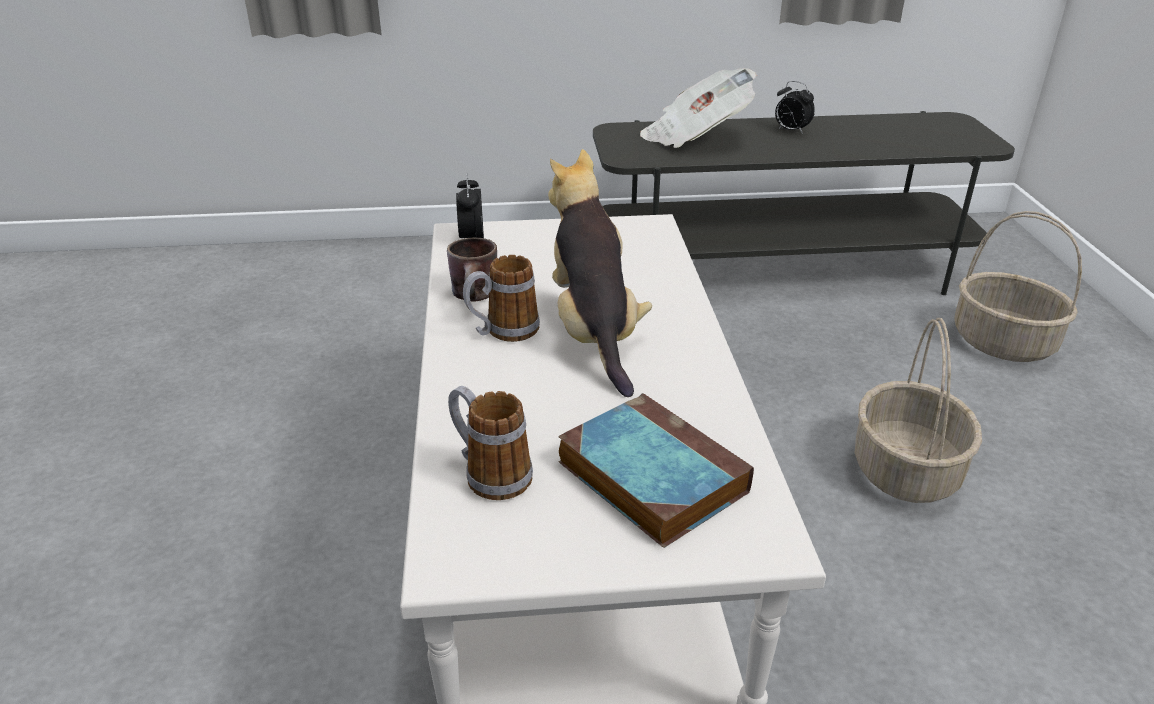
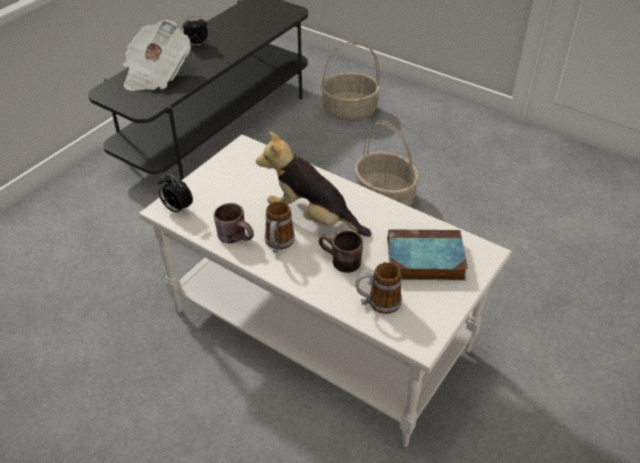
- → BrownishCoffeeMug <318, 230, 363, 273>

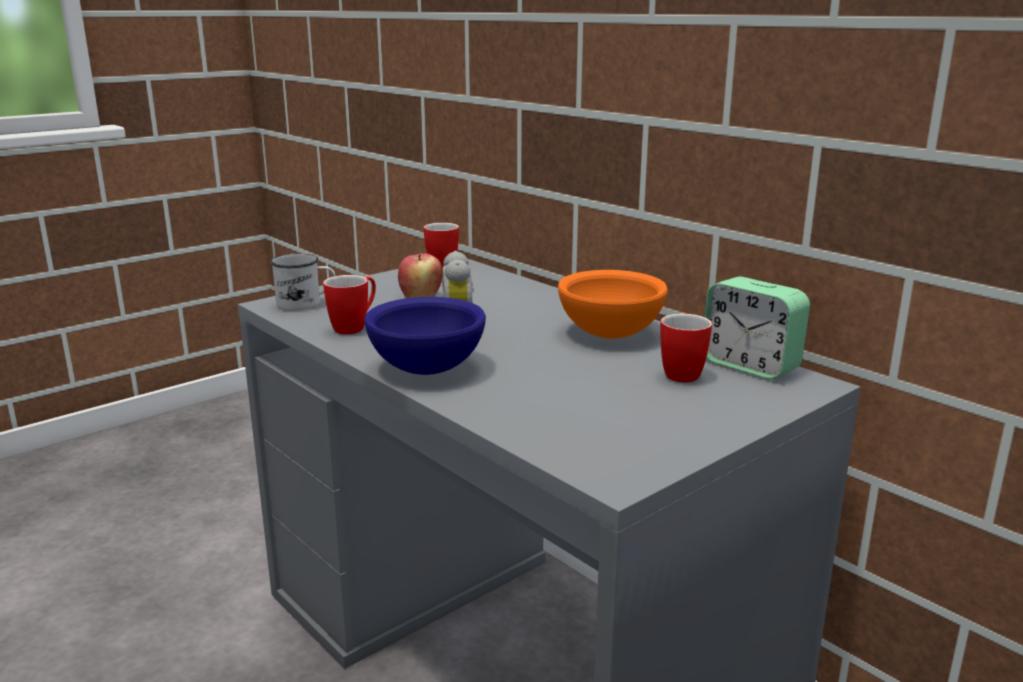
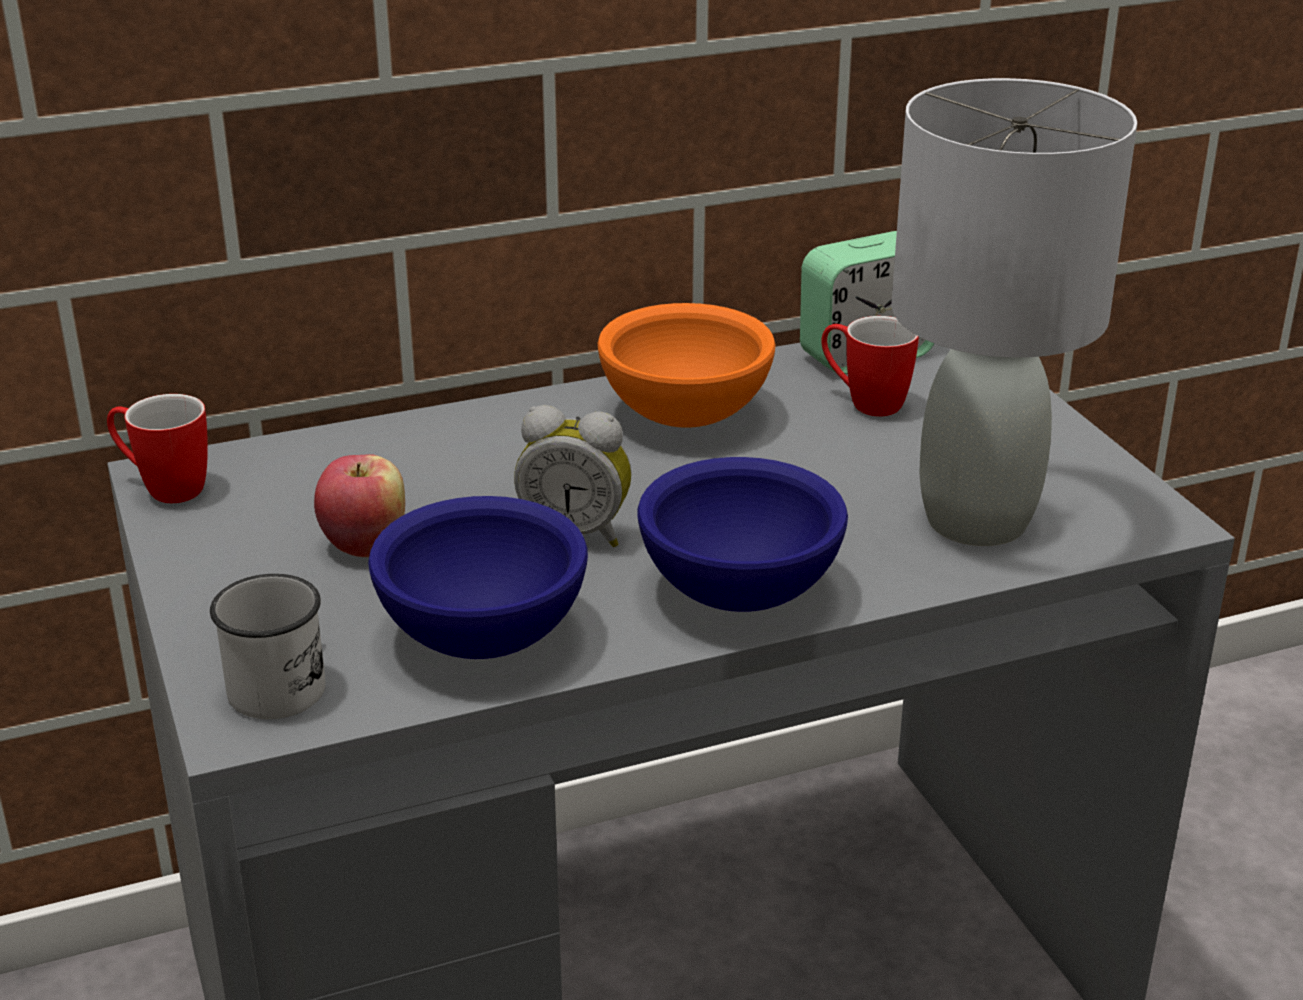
- → GreyLampForATable <891, 78, 1137, 546>
CoffeeMug <323, 275, 376, 334> → BlueDeepDish <368, 496, 588, 659>

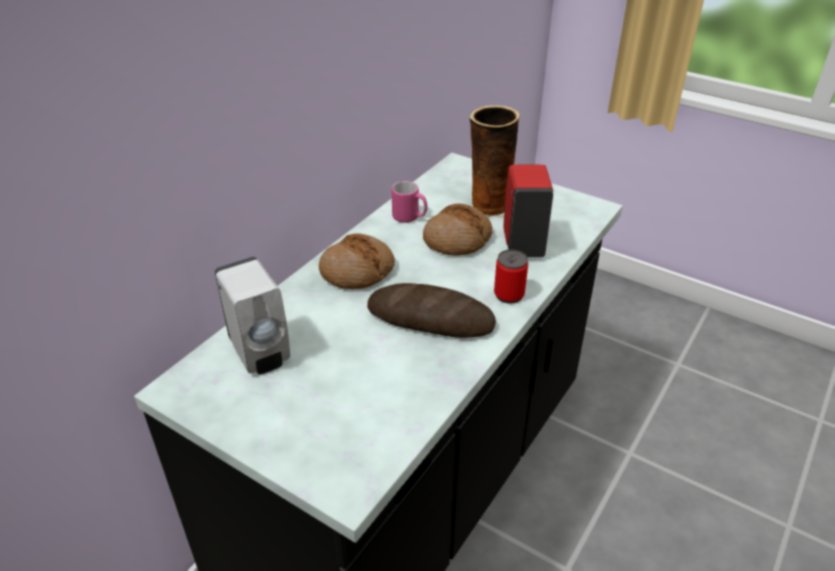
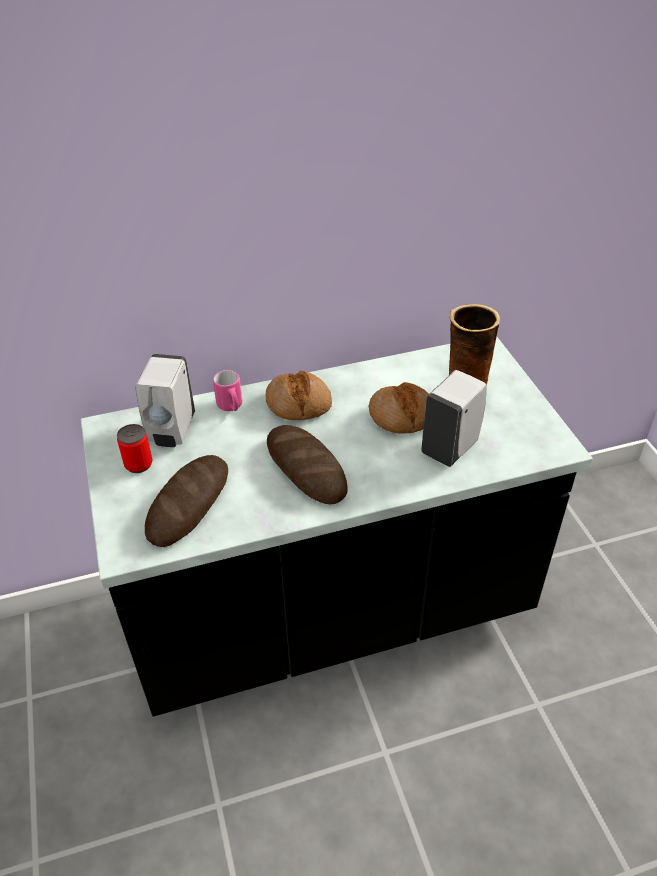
- → BakedBread <145, 455, 228, 547>
PinkColouredCoffeeMug <392, 181, 428, 223> → PinkColouredCoffeeMug <213, 370, 242, 411>, moved
MetalCan <494, 250, 528, 304> → MetalCan <117, 424, 153, 473>, moved
ReddishSoapDispenser <503, 164, 553, 257> → WhiteColouredSoapDispenser <421, 370, 487, 467>

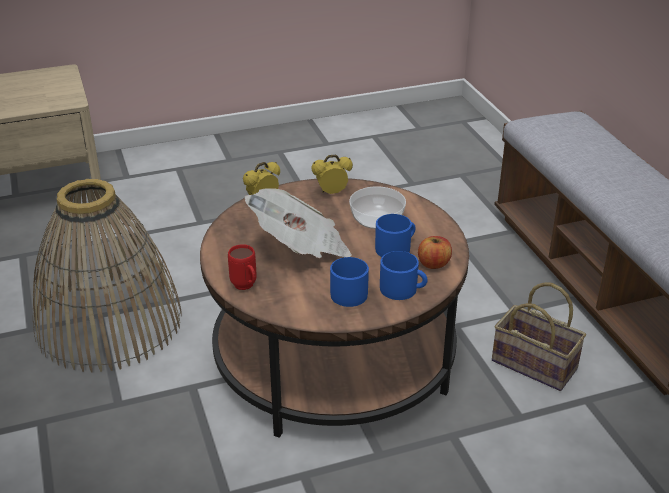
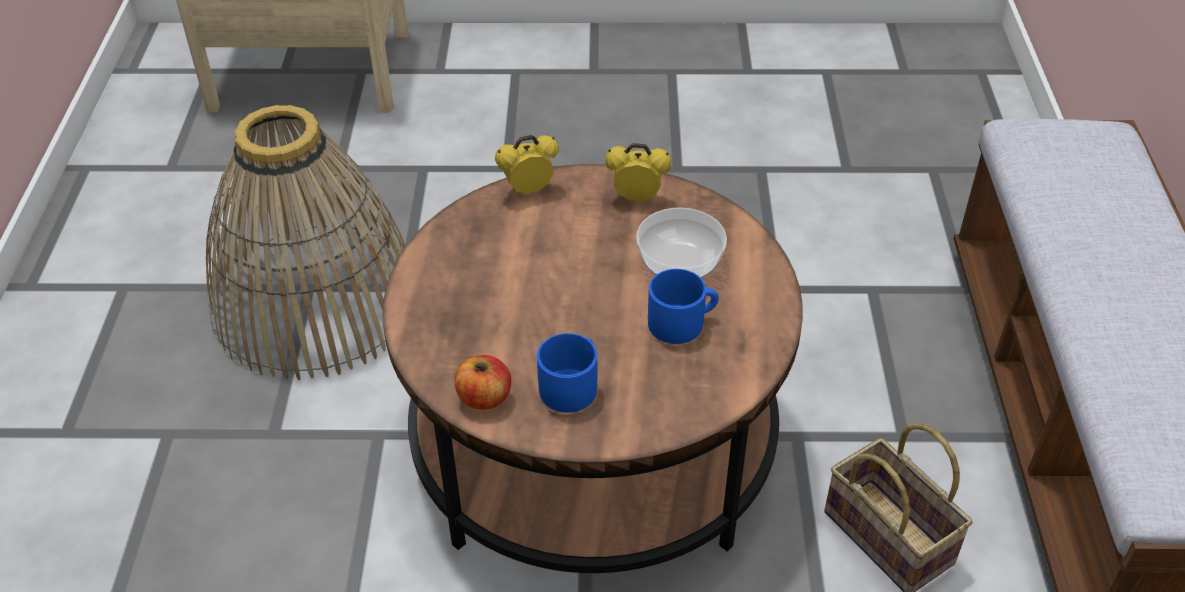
ReddishCoffeeMug <228, 244, 257, 290> → -
Newspaper <244, 188, 352, 258> → -
BlueCoffeeMug <380, 251, 428, 300> → -
AppleFruit <418, 236, 452, 269> → AppleFruit <455, 355, 511, 410>, moved

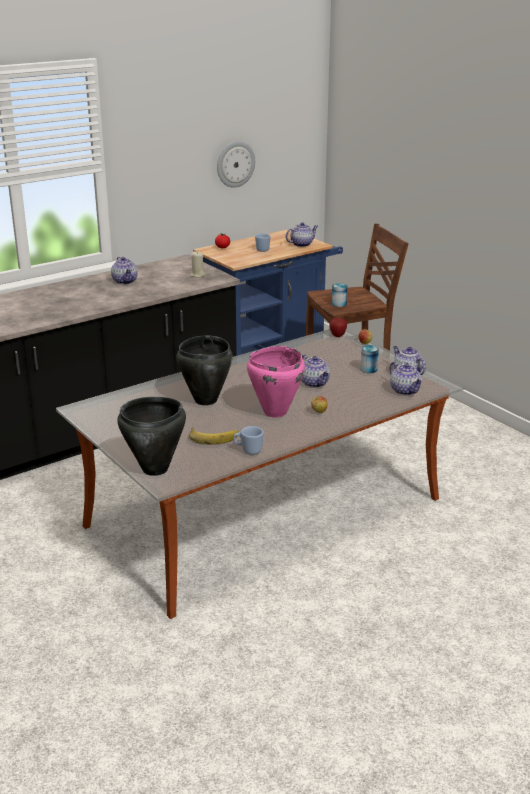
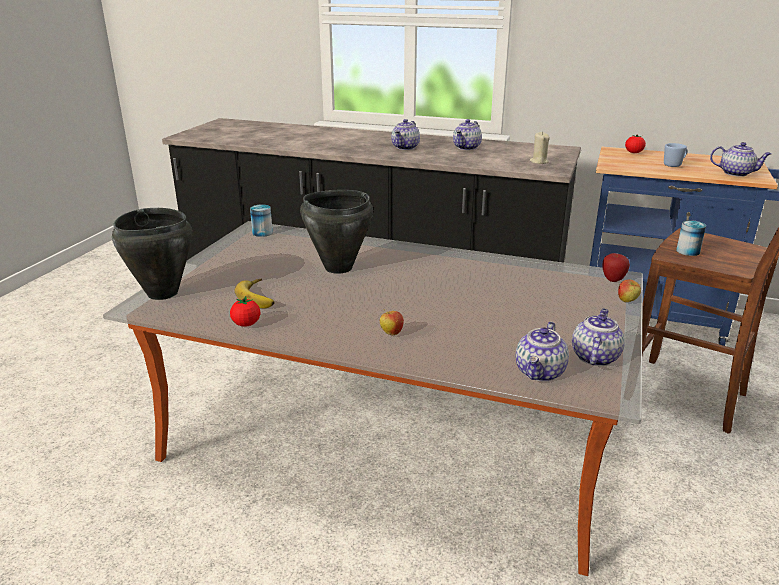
ClockOnTheWall <217, 141, 255, 188> → -
PinkColouredSaucepot <247, 346, 305, 417> → -
Teapot <301, 355, 330, 388> → Teapot <391, 119, 420, 150>, moved
MetalCan <360, 345, 379, 373> → MetalCan <250, 204, 273, 237>, moved
BlueCoffeeMug <233, 426, 264, 455> → FreshTomato <230, 296, 260, 327>

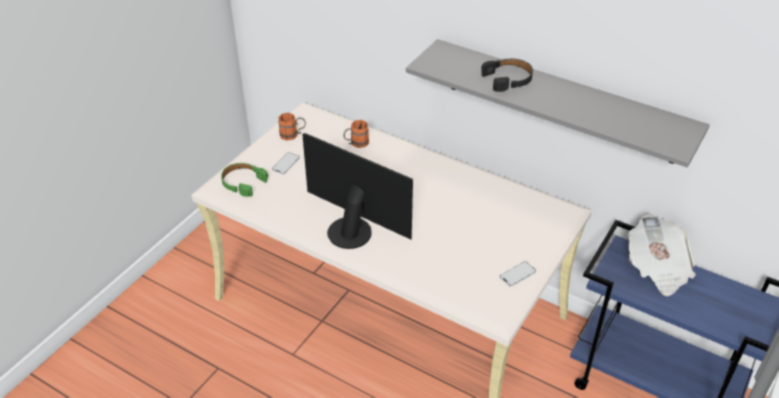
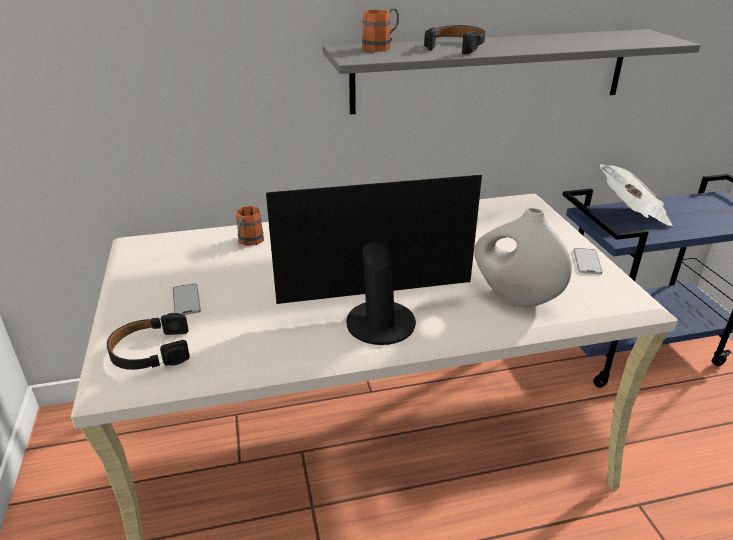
- → WhiteColouredVase <474, 208, 572, 307>
OrangeCoffeeMug <278, 113, 306, 141> → OrangeCoffeeMug <362, 9, 399, 51>, moved
GreenHeadphones <221, 163, 268, 197> → BlackColouredHeadphones <107, 313, 190, 370>

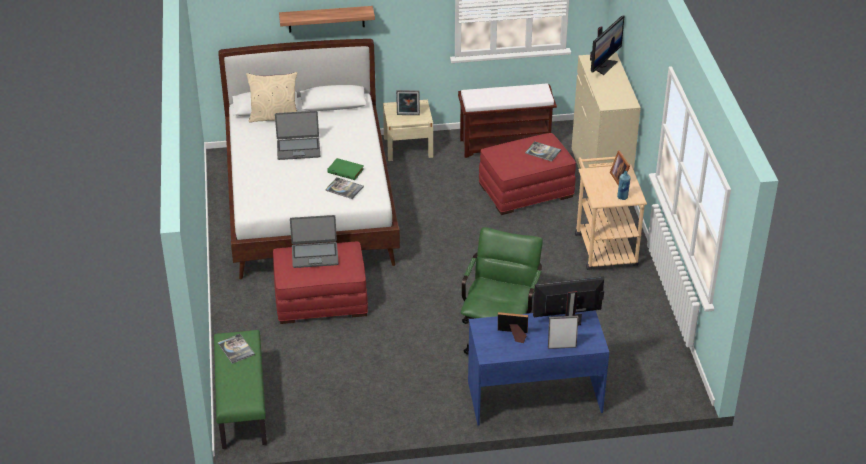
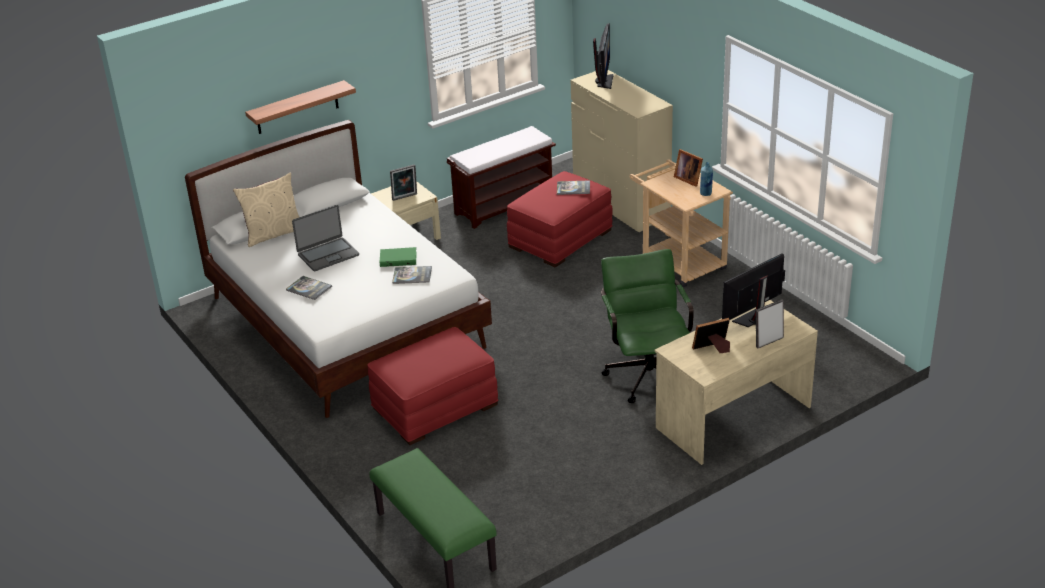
Laptop <290, 215, 339, 268> → -
Book <218, 334, 255, 364> → Book <286, 276, 332, 300>, moved
BlueDeskTable <468, 310, 609, 425> → BeigeDeskTable <654, 300, 818, 465>

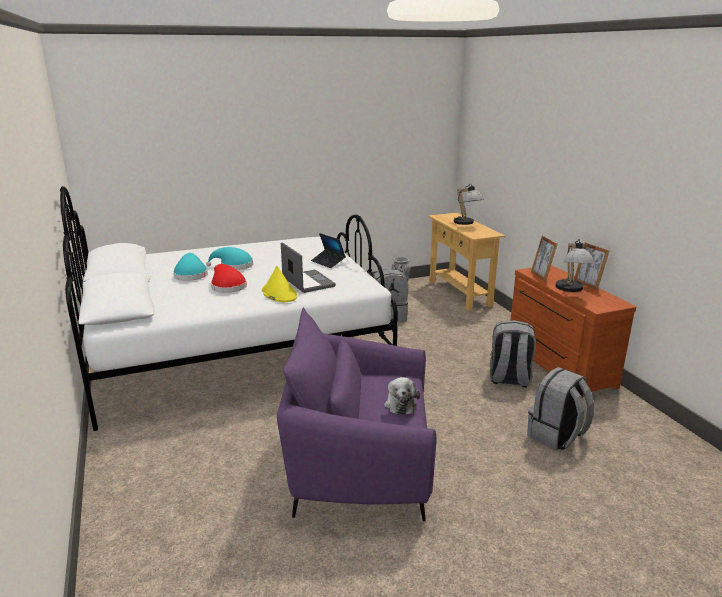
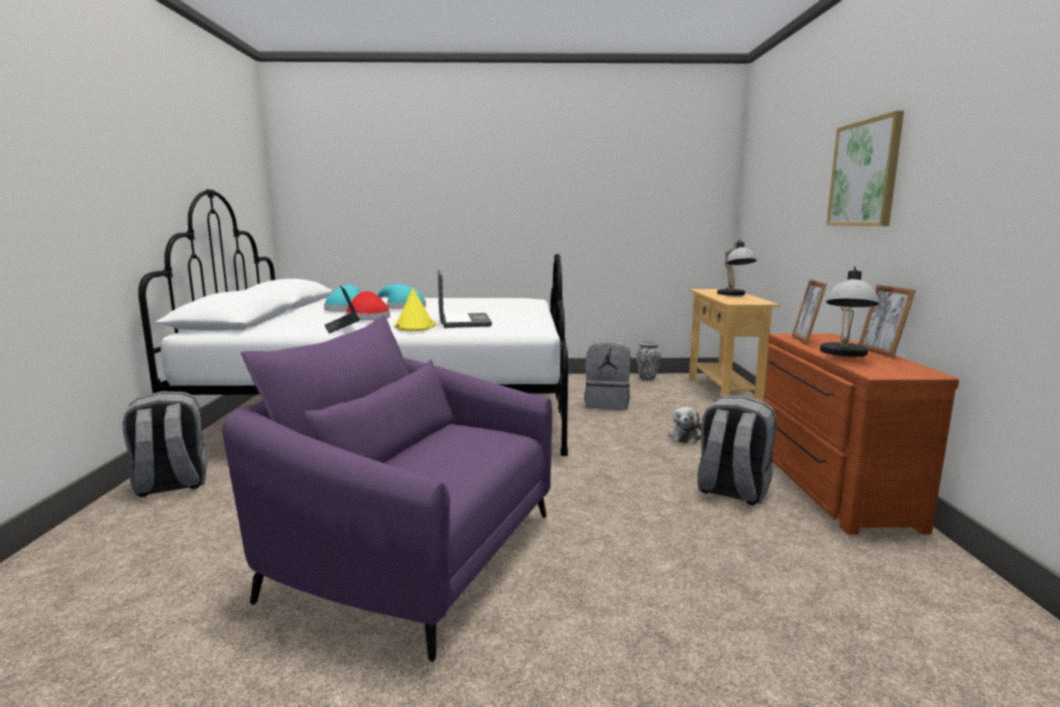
- → Picture <827, 111, 904, 226>
Laptop <311, 233, 346, 268> → Laptop <324, 285, 360, 333>, moved
CuddlyToy <384, 377, 420, 415> → CuddlyToy <669, 407, 702, 444>, moved
GreyBackpack <527, 367, 594, 450> → GreyBackpack <122, 391, 207, 497>, moved

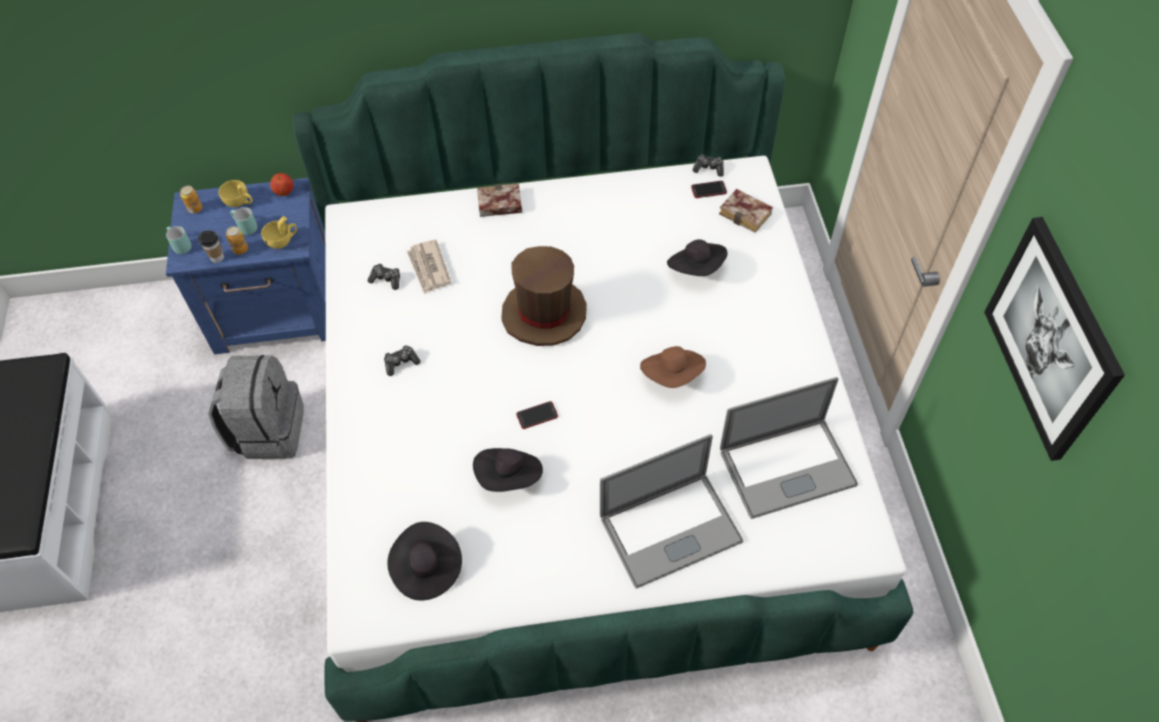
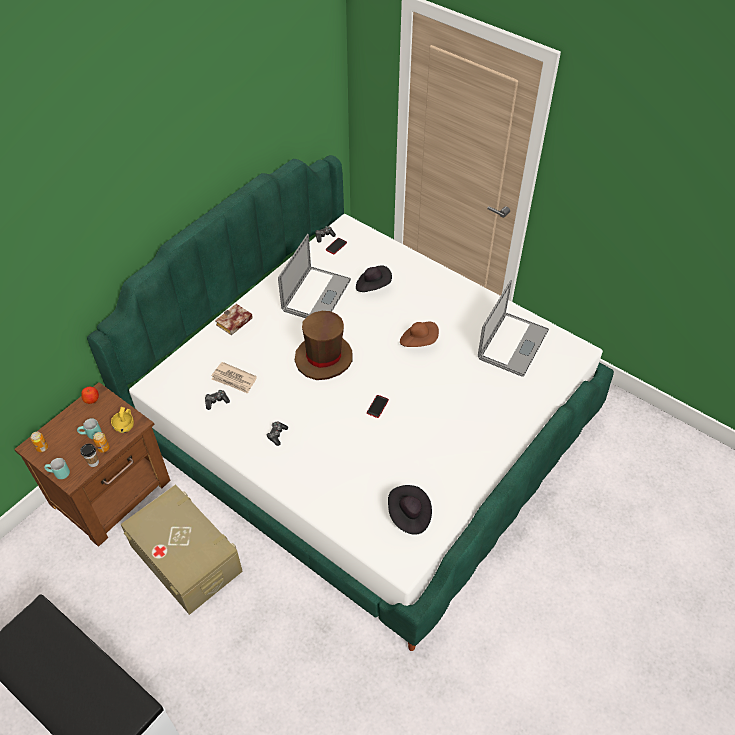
YellowSmallCup <218, 180, 253, 207> → -
BlackColouredClothingHat <473, 448, 543, 492> → -
Book <719, 189, 773, 233> → -
Picture <984, 217, 1125, 461> → -
Laptop <600, 434, 743, 589> → Laptop <278, 234, 351, 318>, moved
GreyBackpack <208, 355, 304, 459> → BeigeStorageBox <121, 484, 243, 615>
BlueNightTable <166, 178, 326, 354> → BrownishNightTable <14, 382, 171, 547>

